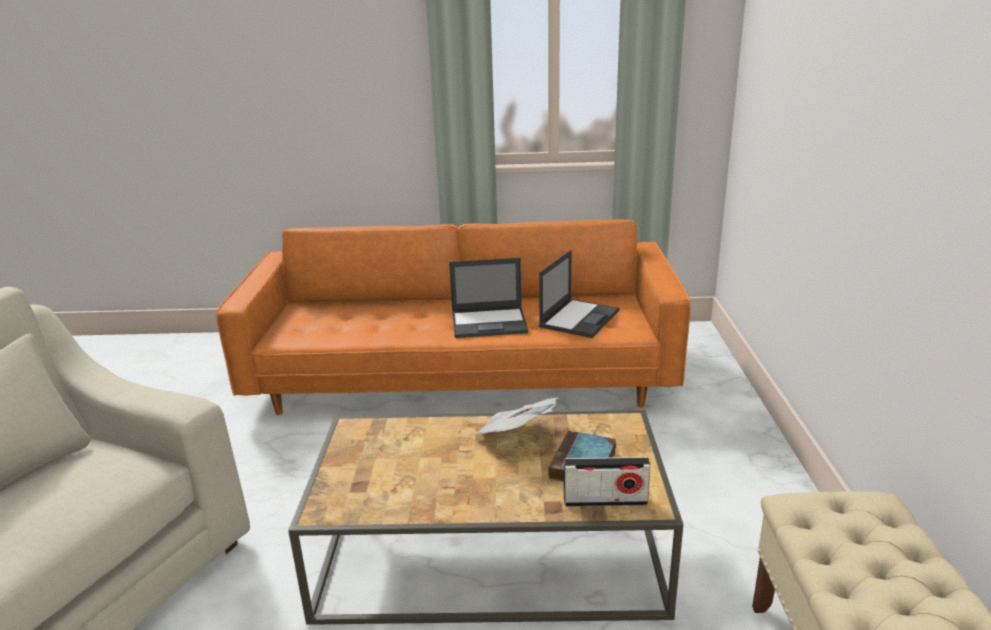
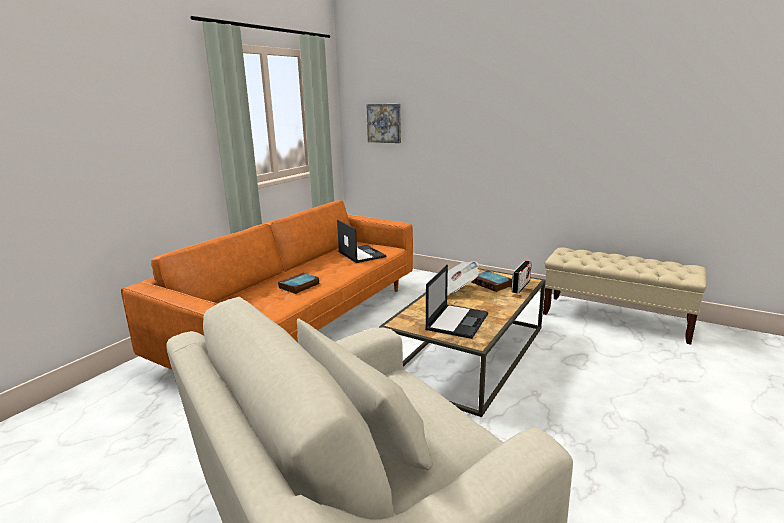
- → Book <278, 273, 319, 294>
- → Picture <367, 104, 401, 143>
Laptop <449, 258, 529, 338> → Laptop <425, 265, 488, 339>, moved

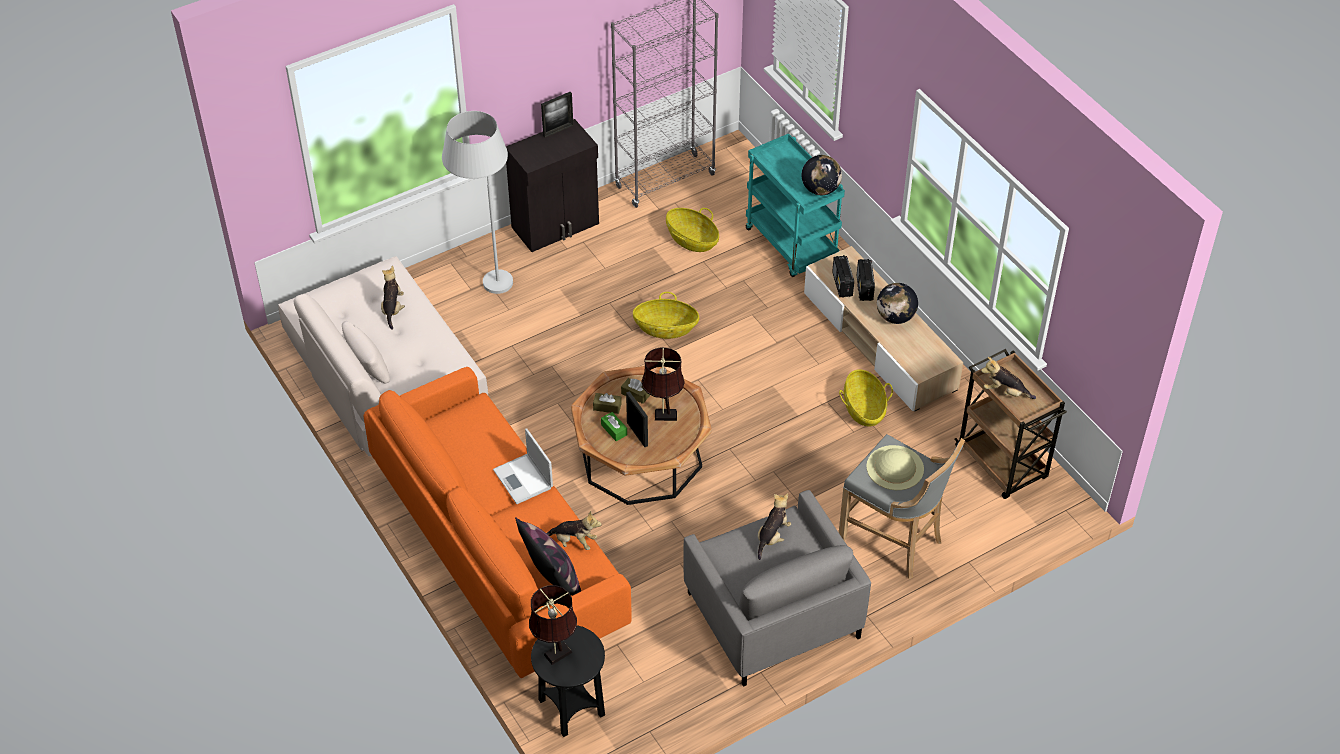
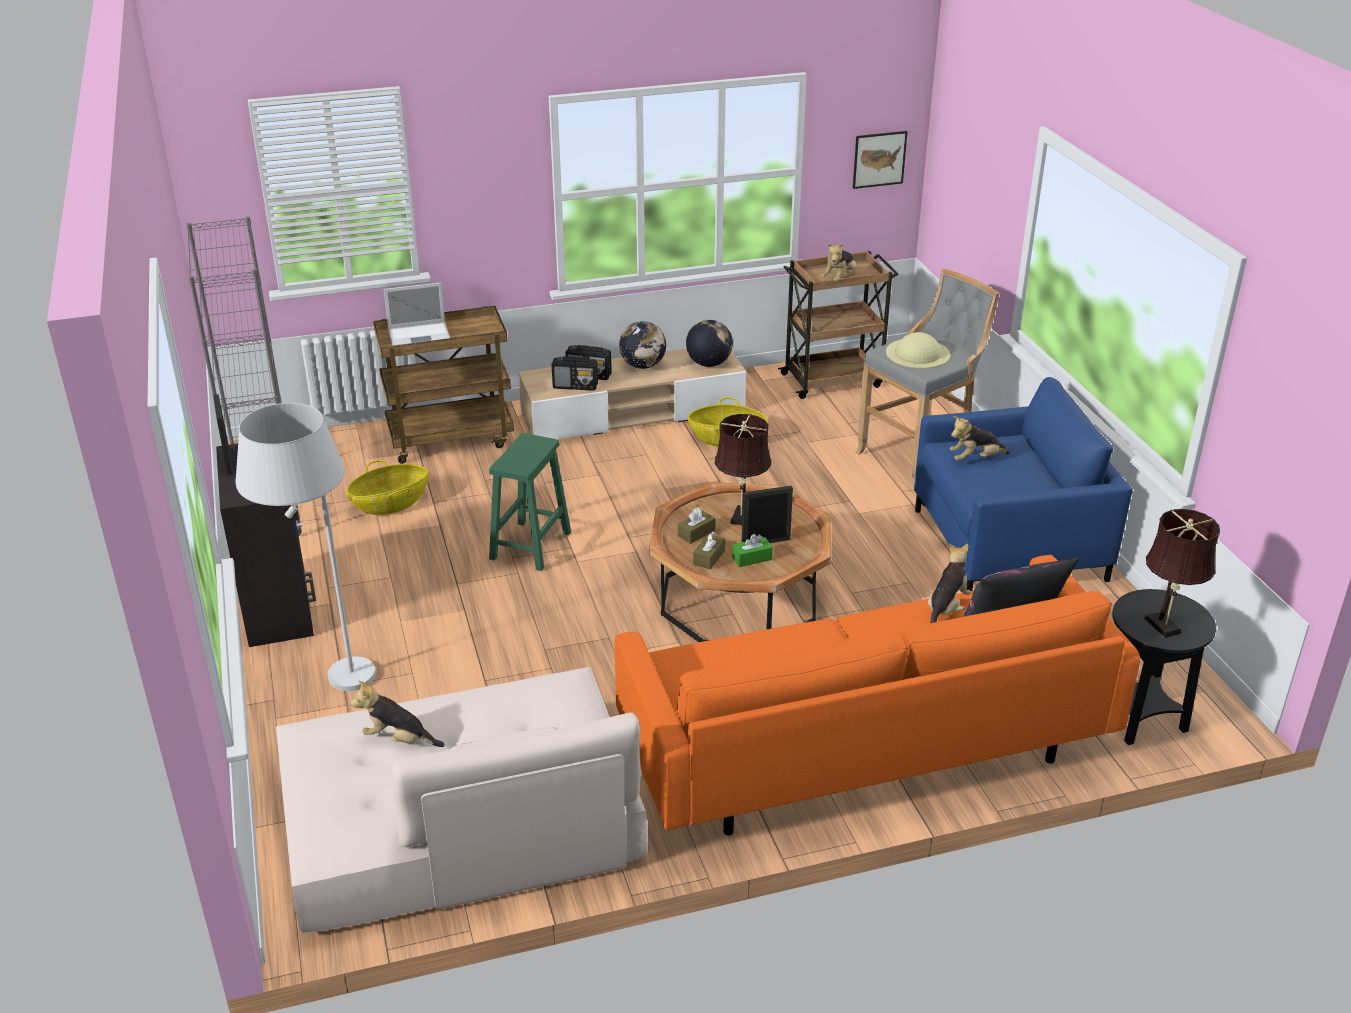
- → Picture <853, 131, 907, 189>
Laptop <493, 429, 553, 504> → Laptop <384, 282, 450, 346>, moved
WorldGlobe <802, 155, 842, 195> → WorldGlobe <686, 320, 733, 367>, moved
StorageBasket <633, 292, 699, 339> → GreenStool <489, 433, 571, 571>
GreyArmchair <683, 490, 871, 687> → BlueArmchair <914, 377, 1133, 591>
TurquoiseColouredWheeledCart <746, 133, 845, 277> → BrownishWheeledCart <373, 306, 514, 464>
CuddlyToy <758, 493, 791, 560> → CuddlyToy <950, 416, 1010, 461>, 60 degrees counterclockwise

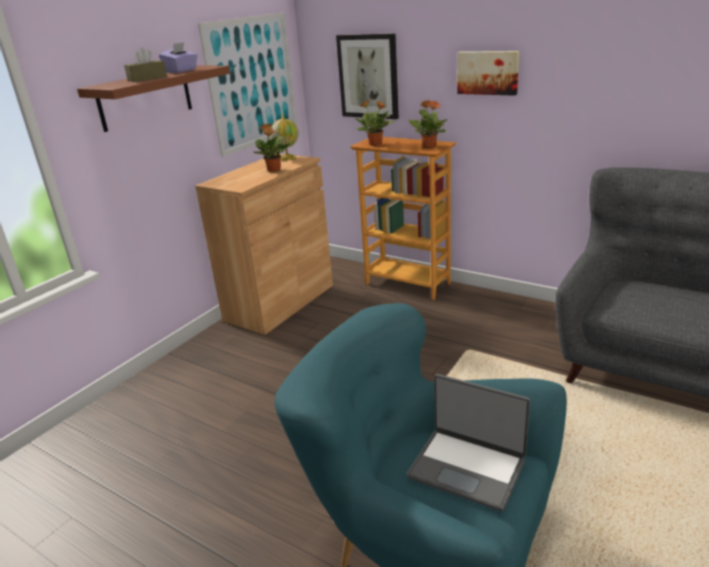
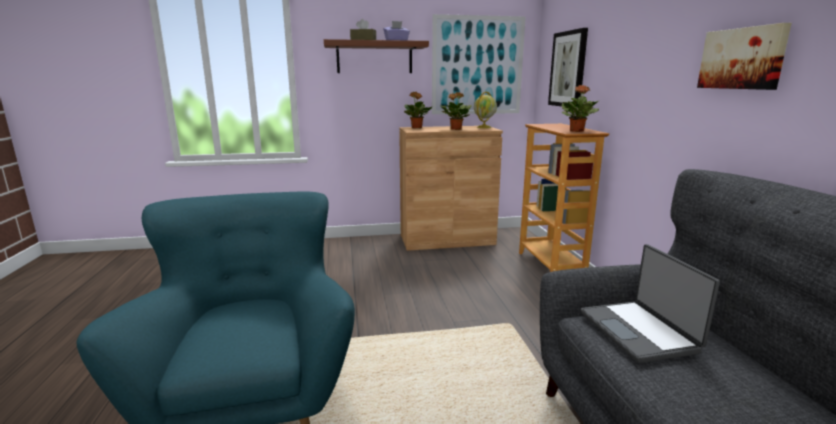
PottedPlant <354, 100, 394, 146> → PottedPlant <404, 92, 432, 128>, moved
Laptop <407, 374, 530, 512> → Laptop <581, 244, 720, 363>, moved
Picture <457, 51, 519, 96> → Picture <697, 23, 792, 90>, moved

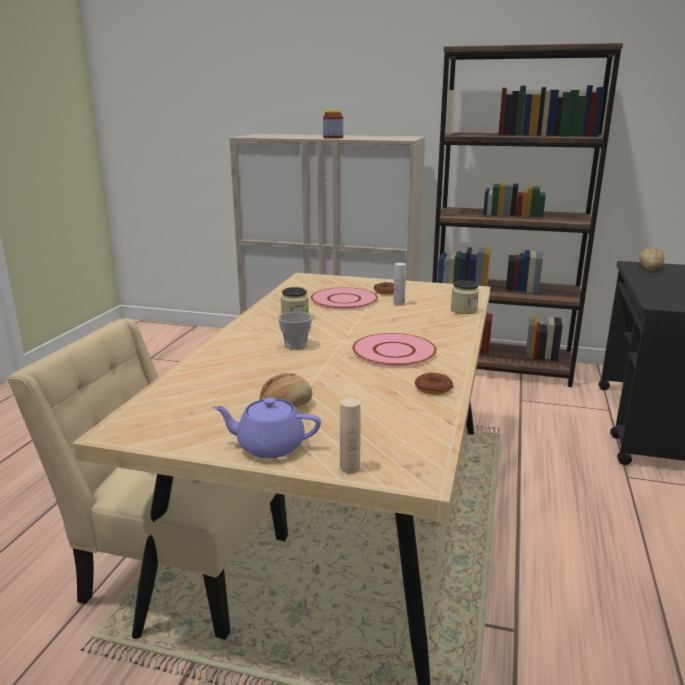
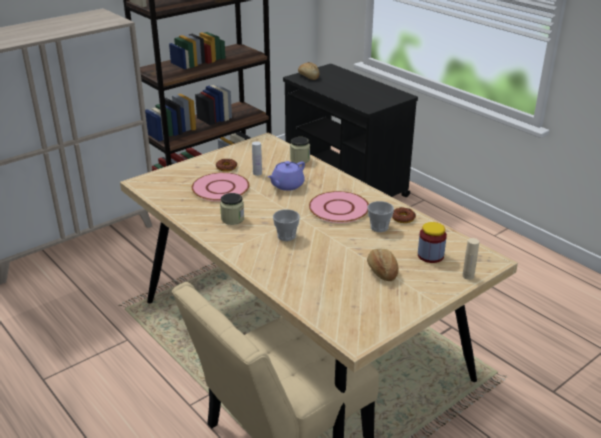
- → SmallCup <367, 201, 394, 232>
PurpleTeapot <213, 397, 321, 458> → PurpleTeapot <268, 161, 305, 191>, moved
PreserveJar <323, 111, 343, 139> → PreserveJar <418, 222, 447, 263>, moved

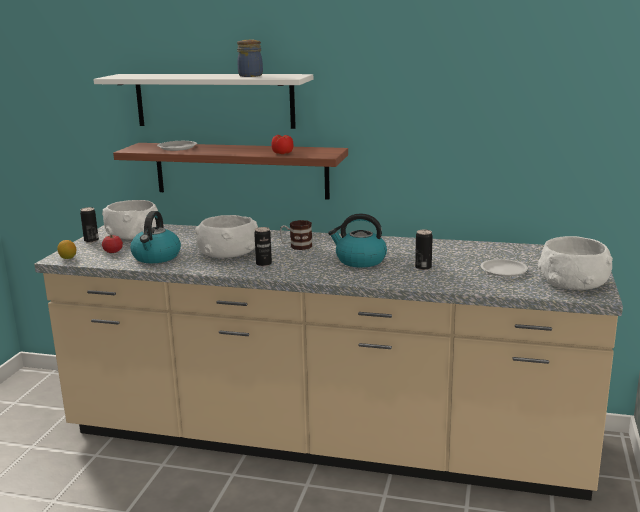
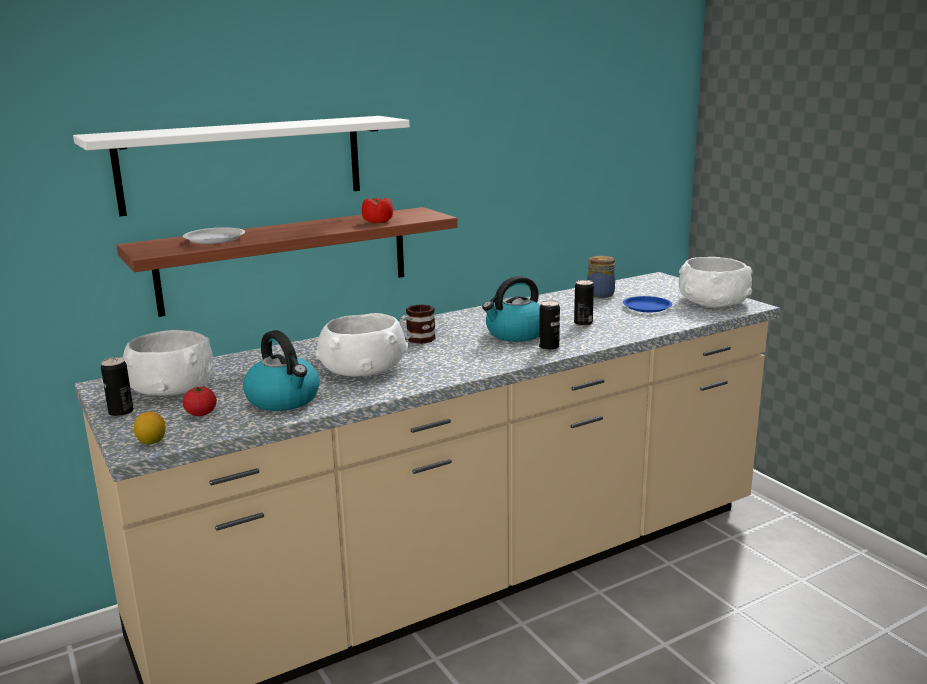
PreserveJar <237, 40, 263, 77> → PreserveJar <587, 256, 615, 298>, moved
MetalCan <254, 227, 272, 266> → MetalCan <539, 300, 560, 350>, moved
WhiteColouredDinnerPlate <481, 259, 528, 277> → BlueDinnerPlate <623, 296, 673, 312>

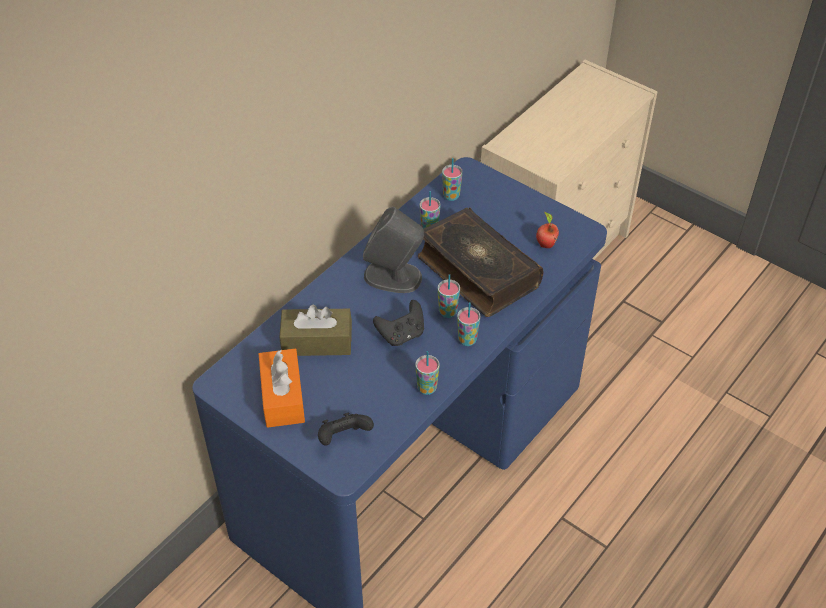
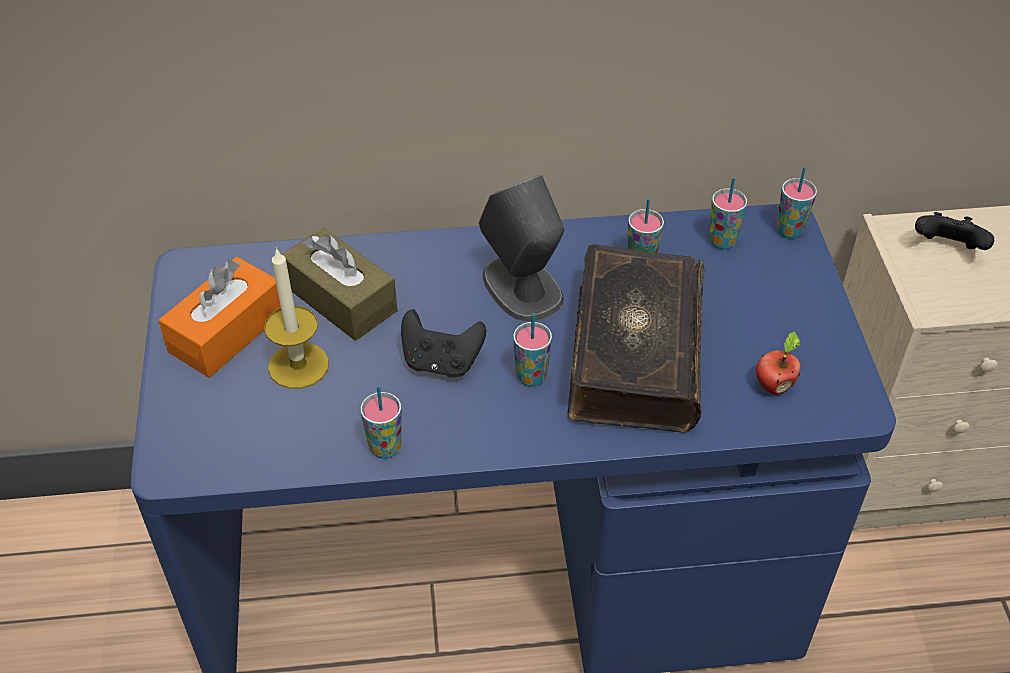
- → WaxLight <264, 247, 329, 389>
BlackColouredGamepad <318, 412, 374, 446> → BlackColouredGamepad <915, 212, 994, 250>, moved
SmallCup <457, 302, 481, 346> → SmallCup <777, 167, 817, 239>, moved

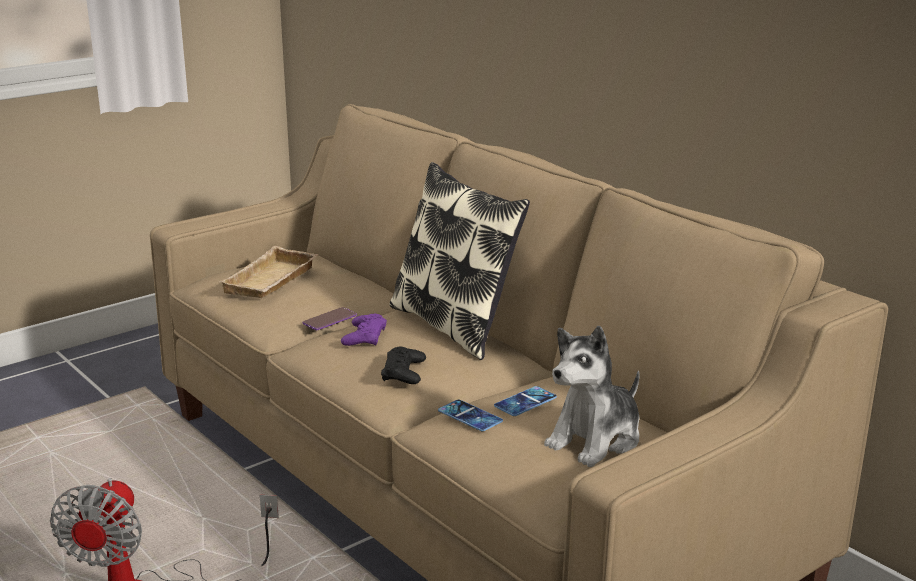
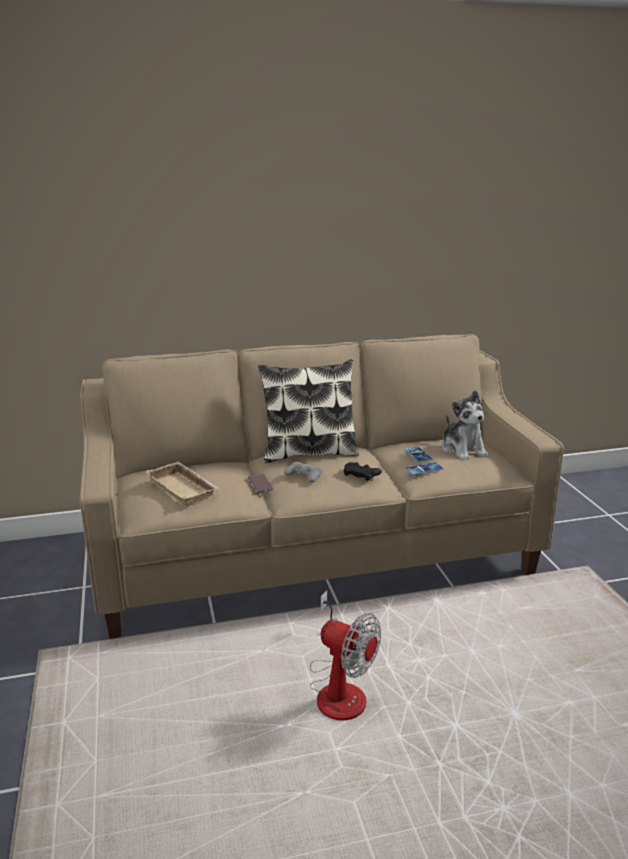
PurpleGamepad <341, 314, 387, 346> → GreyGamepad <284, 462, 323, 483>

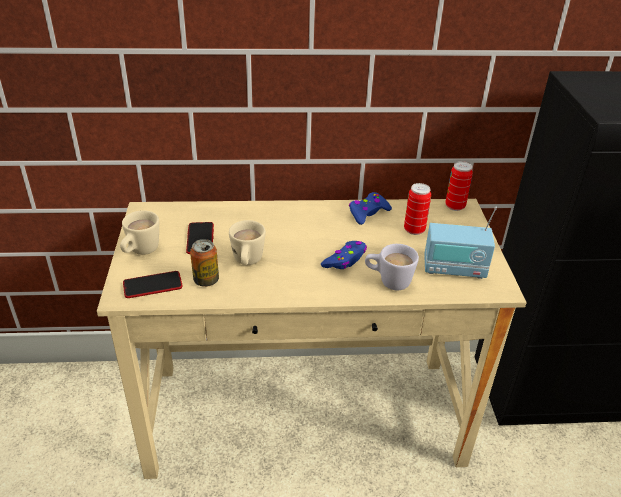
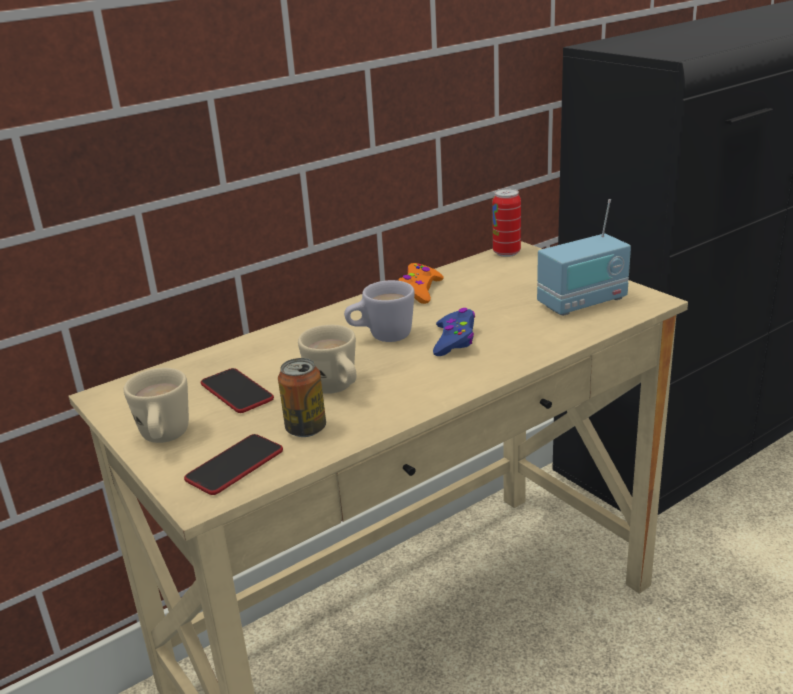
MetalCan <404, 183, 431, 235> → -
WhiteColouredCoffeeMug <365, 244, 419, 290> → WhiteColouredCoffeeMug <344, 280, 415, 342>, moved
BlueGamepad <349, 192, 392, 225> → OrangeGamepad <398, 263, 444, 304>

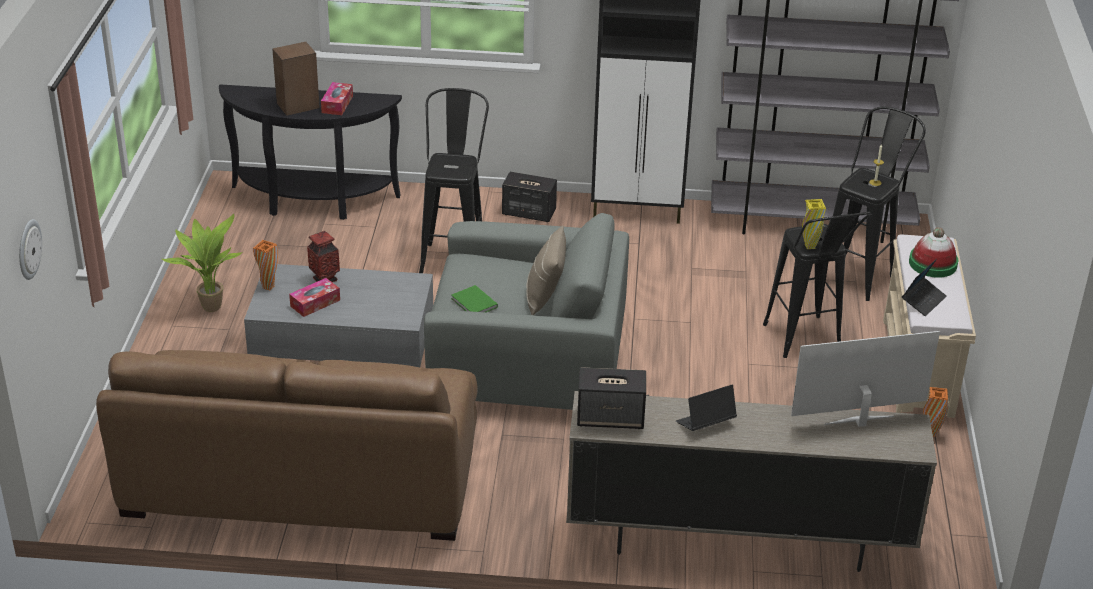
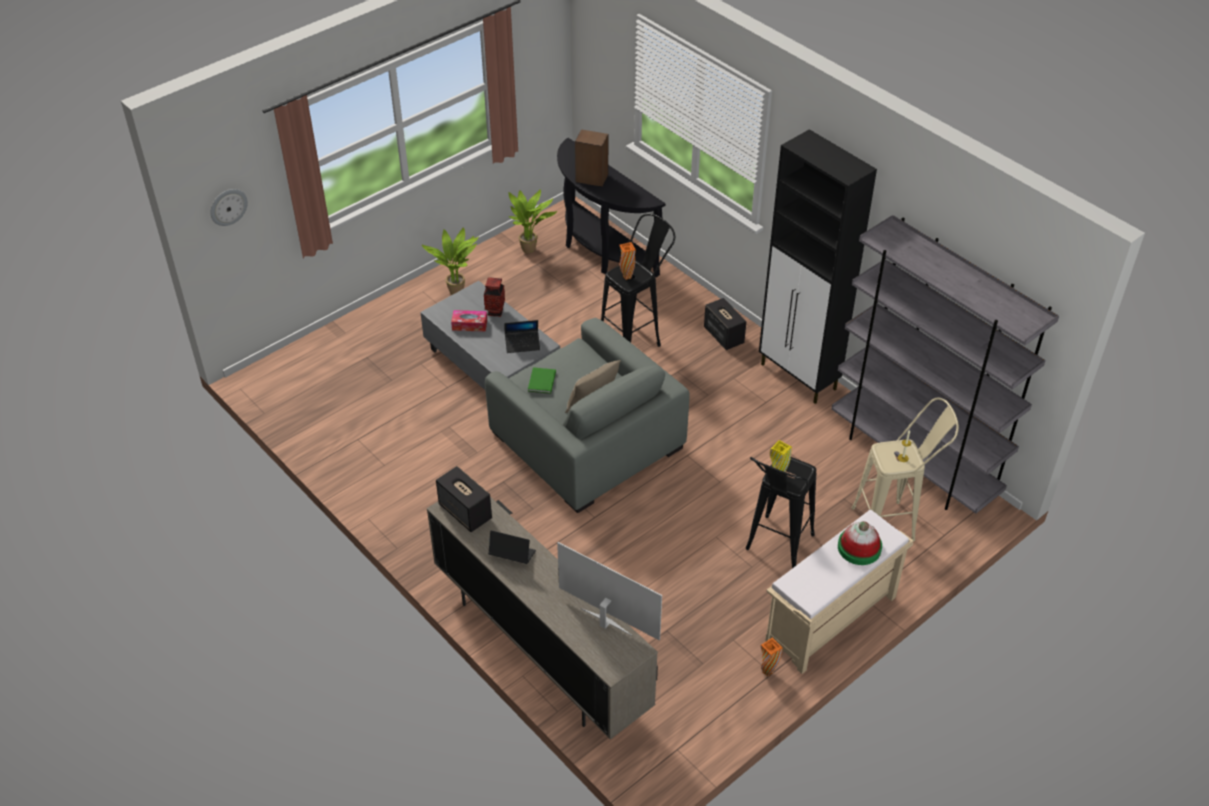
BrownishCouch <96, 350, 478, 541> → -
TissueHolder <321, 82, 353, 115> → -
- → PottedPlant <508, 189, 557, 254>
OrangeVase <253, 240, 278, 291> → OrangeVase <619, 242, 636, 280>, moved
Laptop <902, 259, 946, 316> → Laptop <504, 320, 540, 353>, moved
BlackColouredStool <833, 107, 926, 301> → BeigeStool <852, 397, 959, 542>

